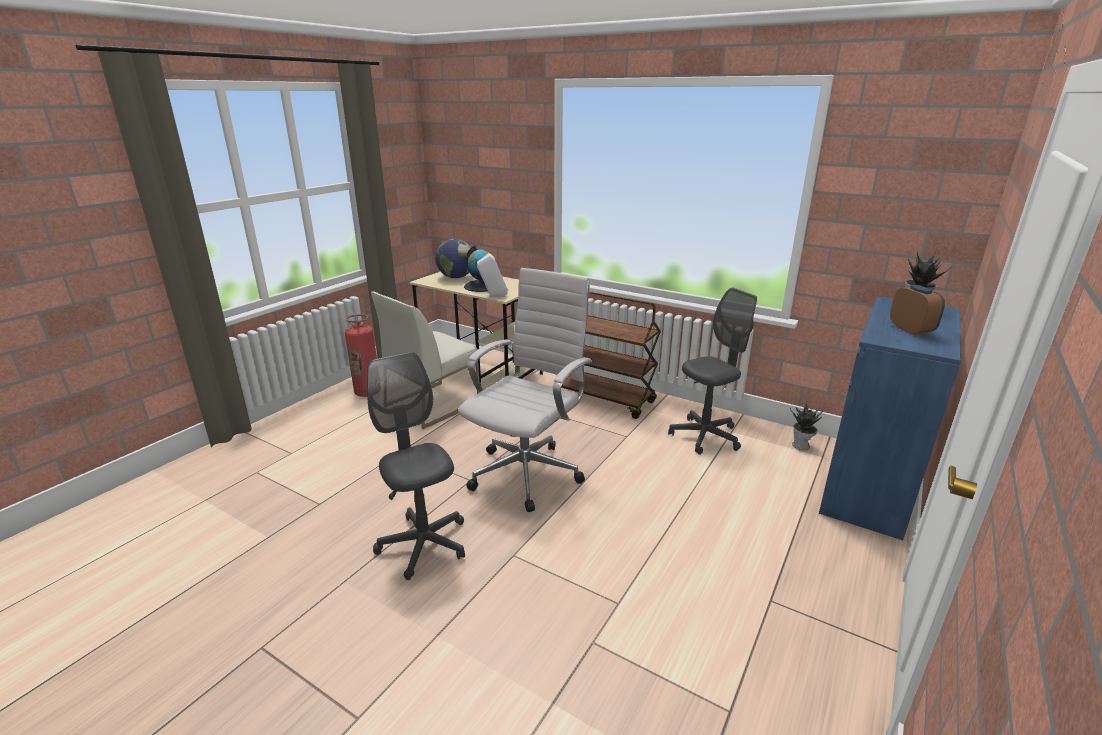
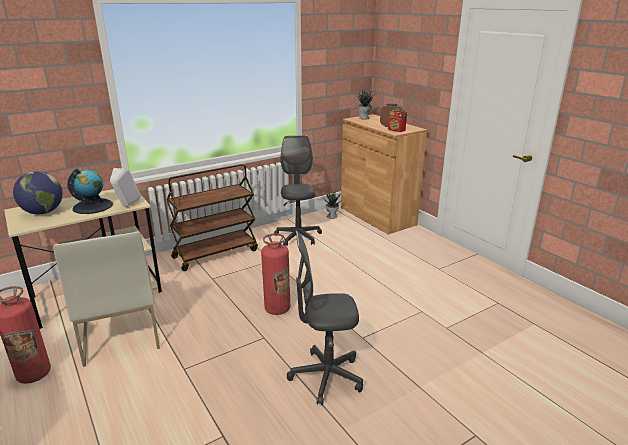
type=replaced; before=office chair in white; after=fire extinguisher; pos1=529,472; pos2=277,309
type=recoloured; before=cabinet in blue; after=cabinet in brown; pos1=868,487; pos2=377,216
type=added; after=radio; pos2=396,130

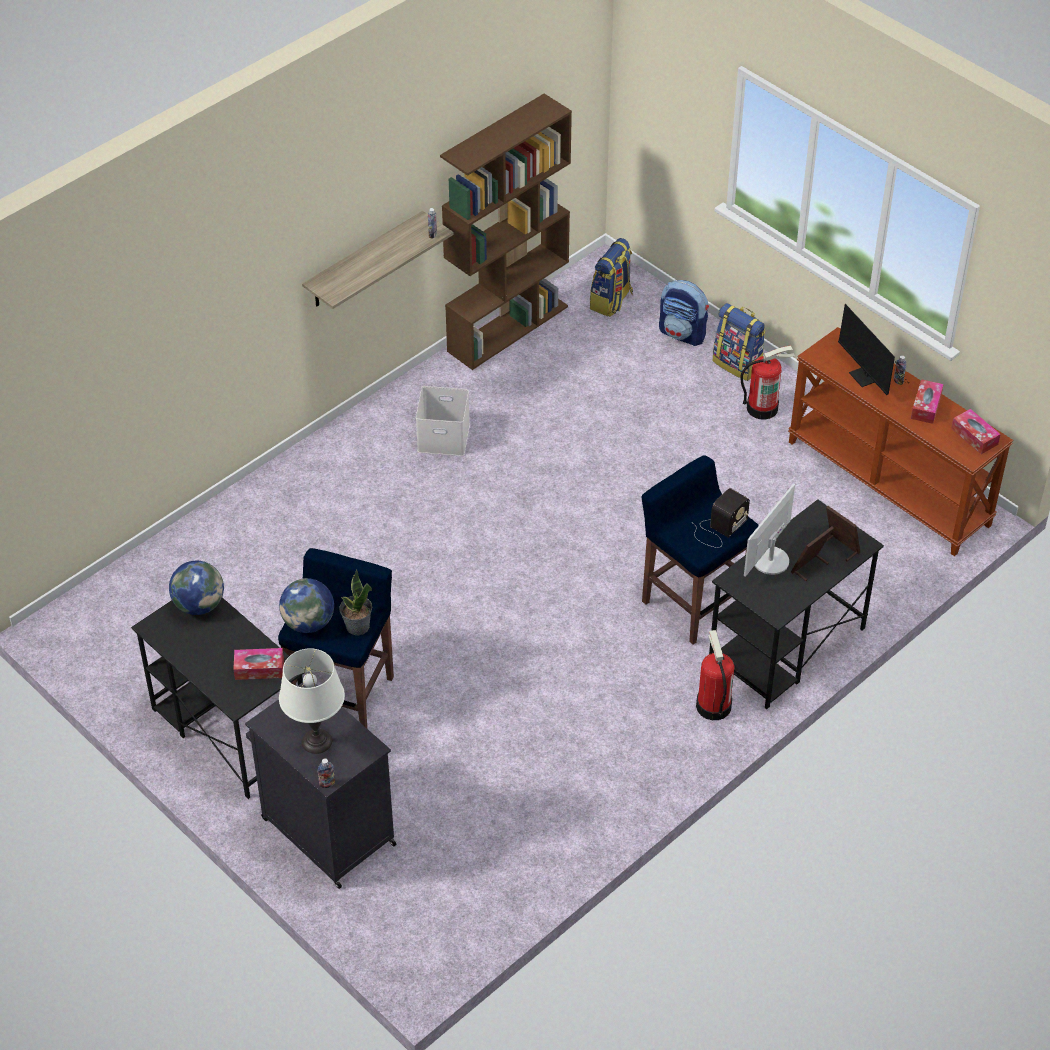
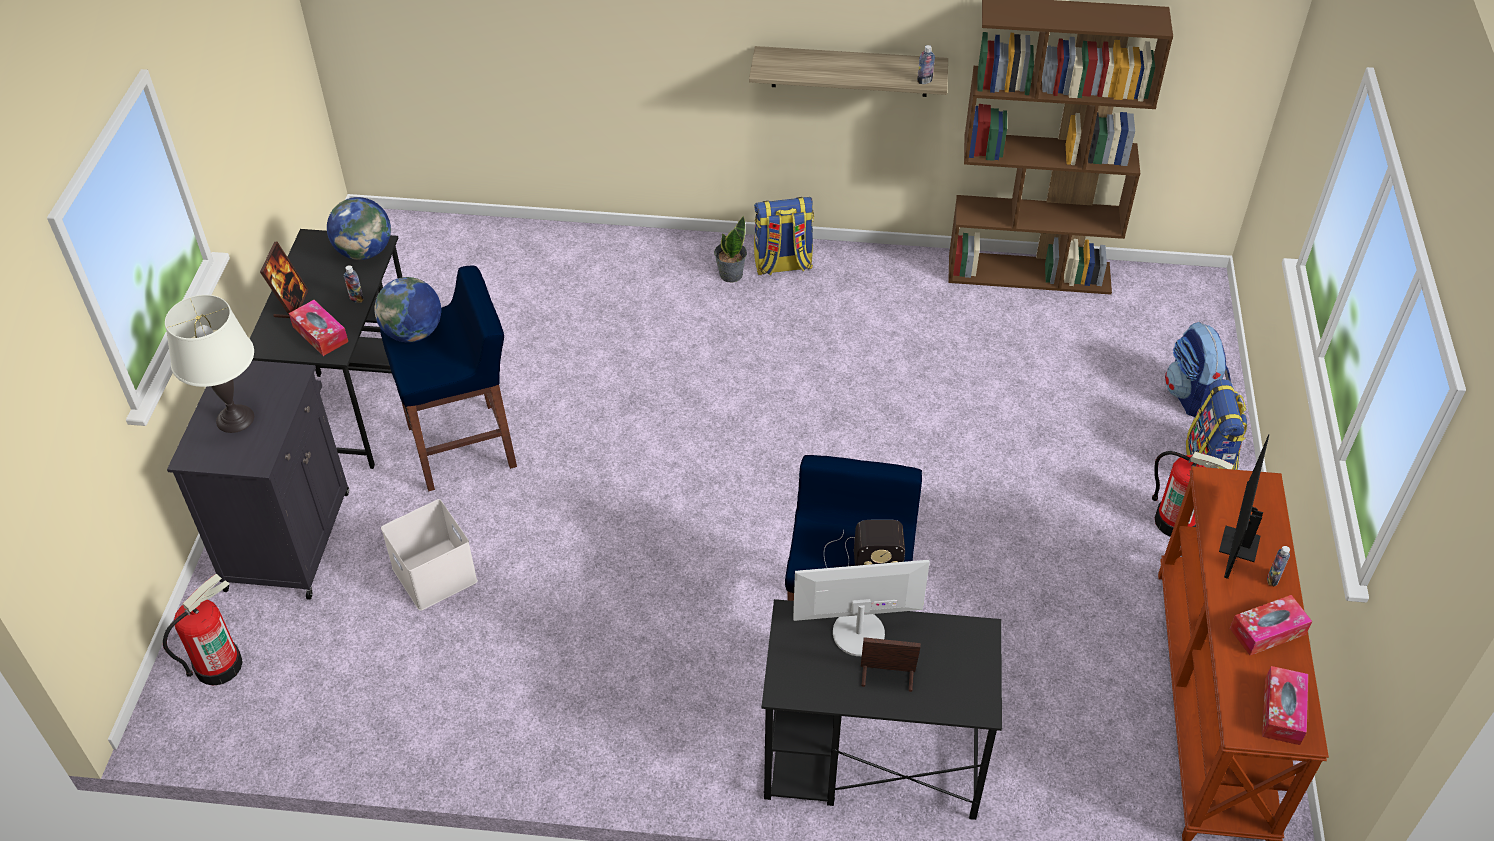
type=moved; before=bottle; pos1=327,784; pos2=356,299
type=moved; before=potted plant; pos1=357,626; pos2=730,274
type=moved; before=storage box in white; pos1=442,438; pos2=432,574
type=moved; before=backpack; pos1=611,301; pos2=782,265
type=moved; before=fire extinguisher; pos1=713,706; pos2=218,664
type=moved; before=picture frame; pos1=840,548; pos2=291,304

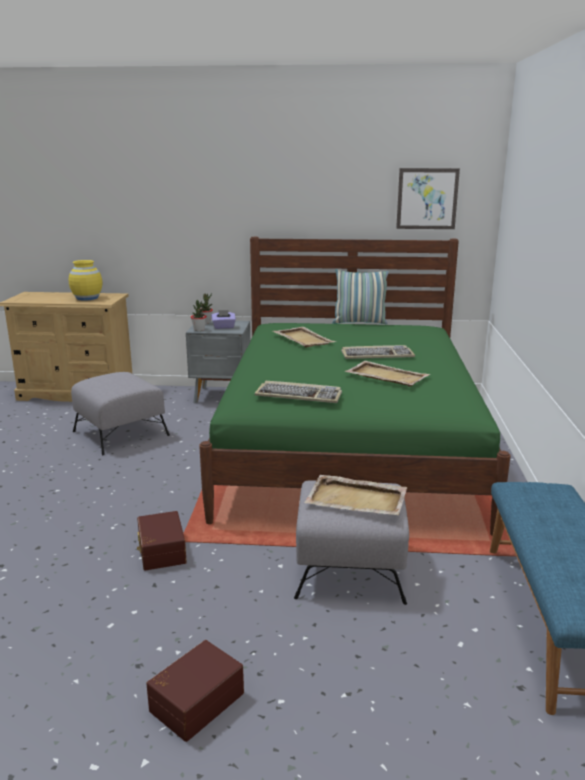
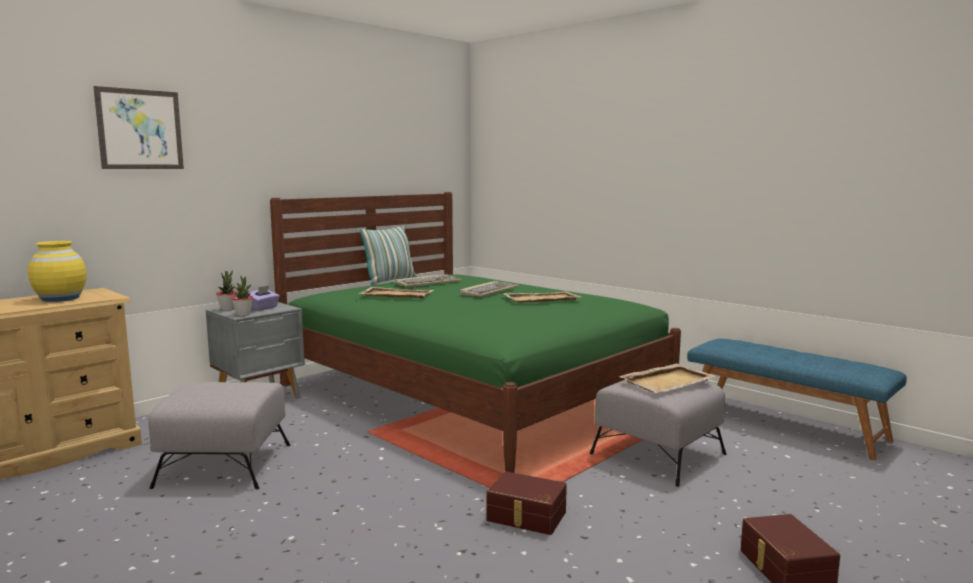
type=moved; before=keyboard; pos1=299,395; pos2=428,283
type=moved; before=picture; pos1=427,199; pos2=140,129

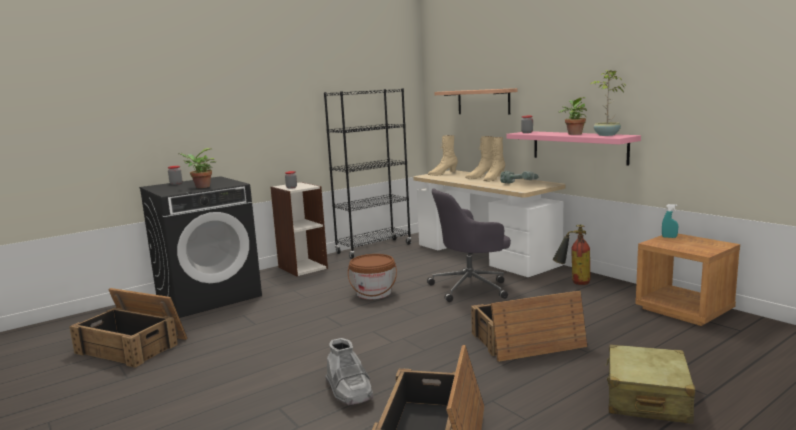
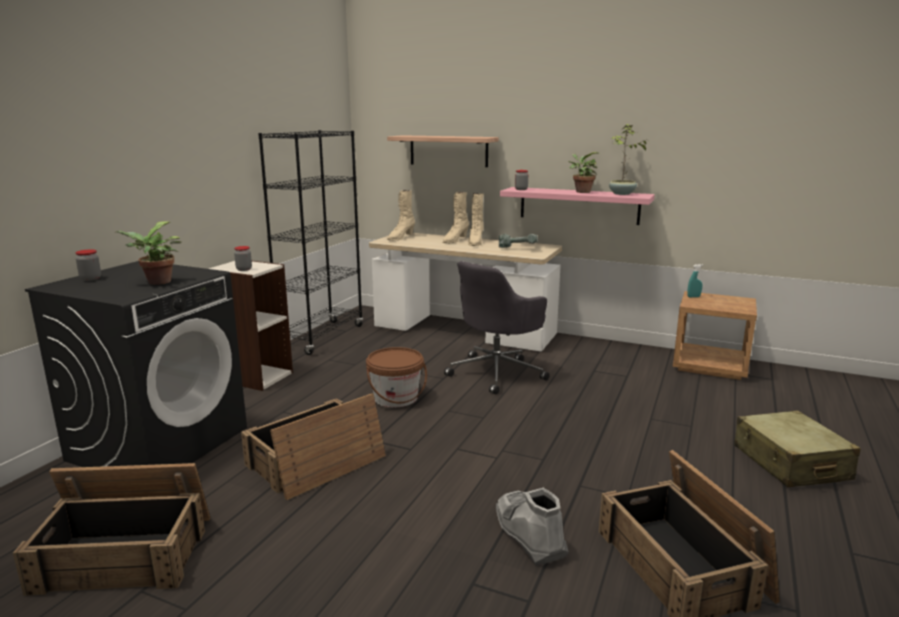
type=turned; before=boot in grey; pos1=349,391; pos2=528,535; turn=-150
type=moved; before=crate; pos1=526,341; pos2=315,462
type=removed; before=fire extinguisher; pos1=573,282

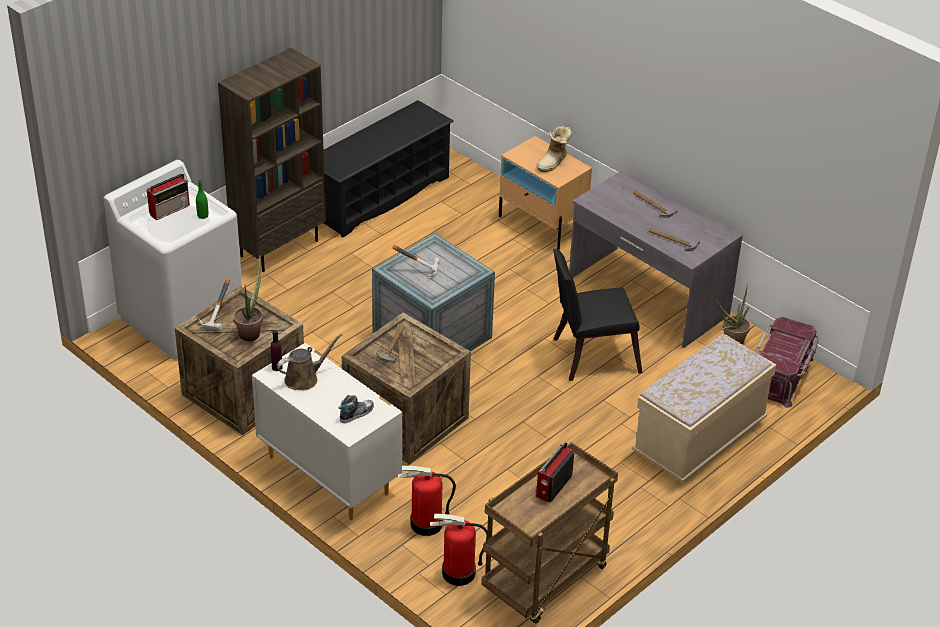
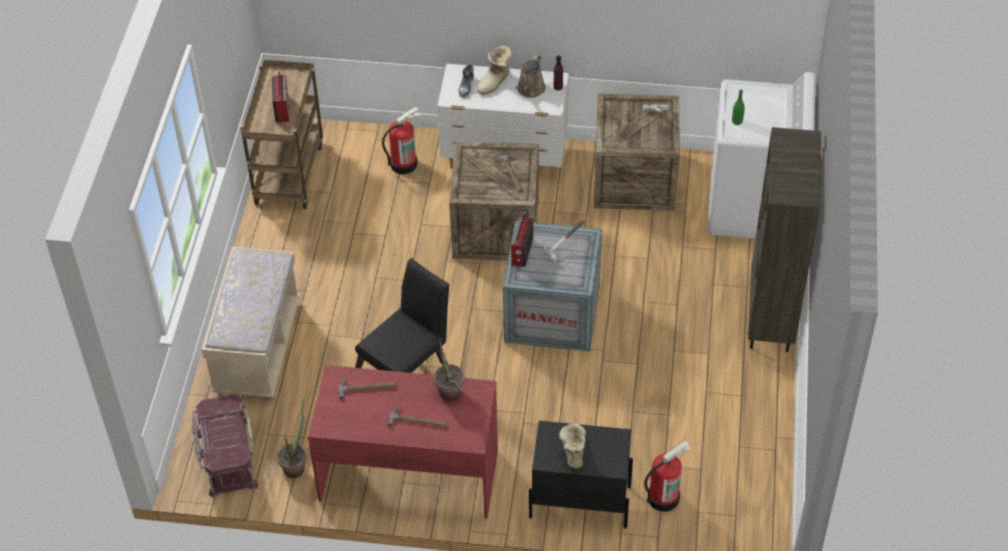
type=moved; before=radio; pos1=170,209; pos2=521,252
type=moved; before=potted plant; pos1=251,331; pos2=451,396
type=removed; before=shoe rack in black; pos1=380,196
type=moved; before=fire extinguisher; pos1=458,573; pos2=663,497
type=recoloured; before=nightstand in beige; after=nightstand in black; pos1=542,225; pos2=579,501
type=recoloured; before=desk in grey; after=desk in red; pos1=647,297; pos2=409,474
type=added; after=boot; pos2=495,82

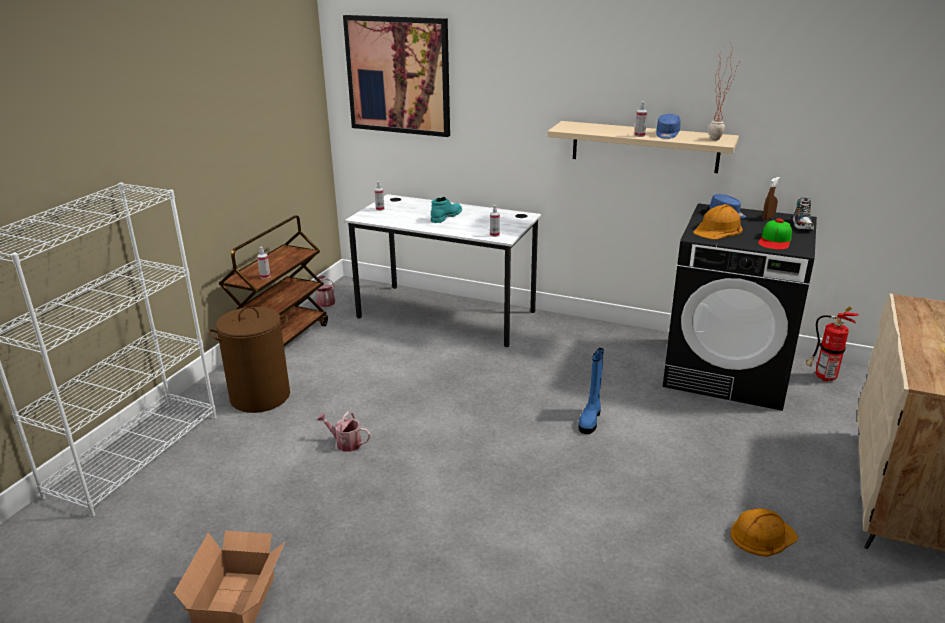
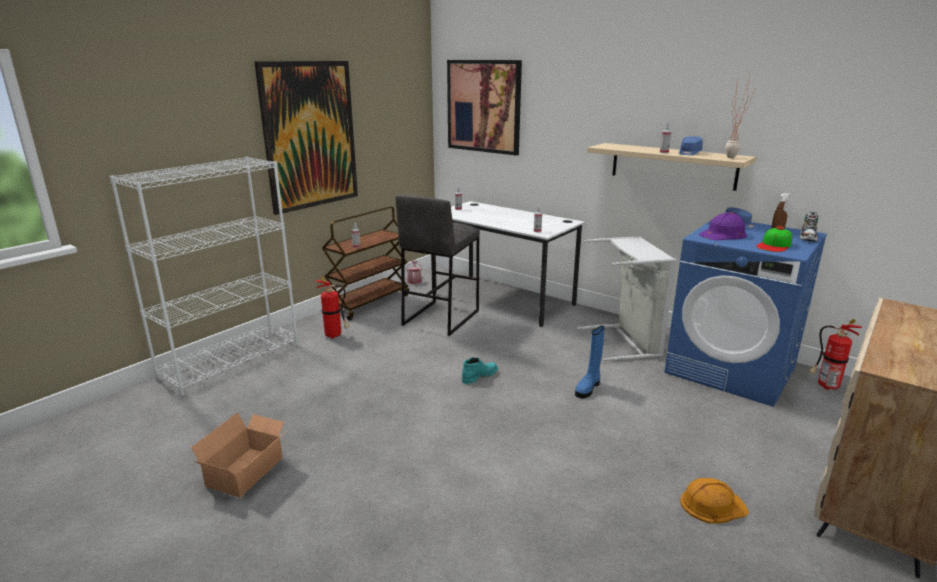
type=replaced; before=laundry basket in brown; after=fire extinguisher; pos1=260,397; pos2=335,336
type=removed; before=watering can; pos1=345,443
type=moved; before=boot in turquoise; pos1=446,217; pos2=479,376
type=recoloured; before=washing machine in black; after=washing machine in blue; pos1=728,372; pos2=731,369
type=recoloured; before=hard hat in orange; after=hard hat in purple; pos1=718,230; pos2=723,234
type=added; after=picture; pos2=310,136
type=added; after=stool in grey; pos2=440,318
type=added; after=laundry basket in grey; pos2=626,342

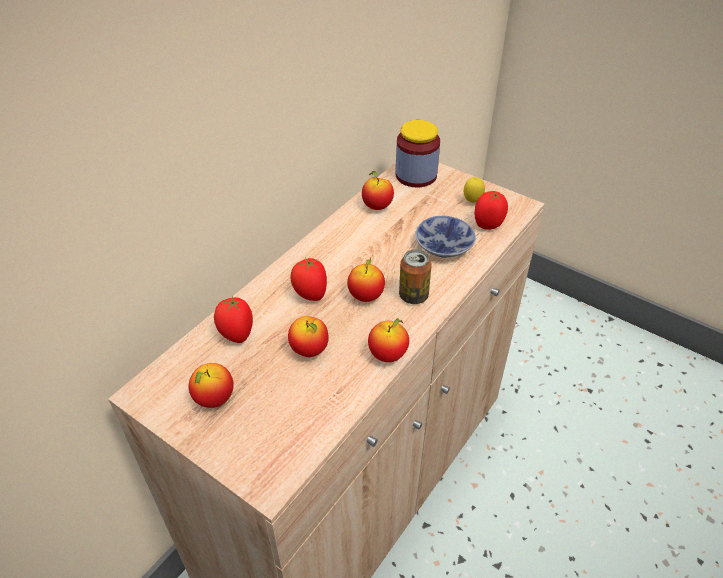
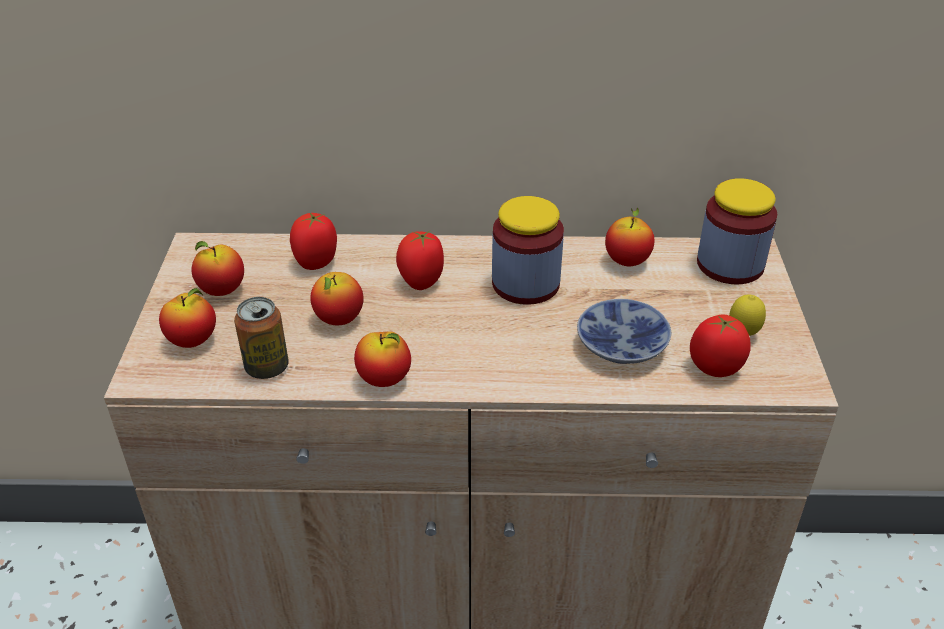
type=moved; before=apple; pos1=366,296; pos2=193,341
type=moved; before=can; pos1=413,296; pos2=267,367
type=added; after=jar; pos2=525,284

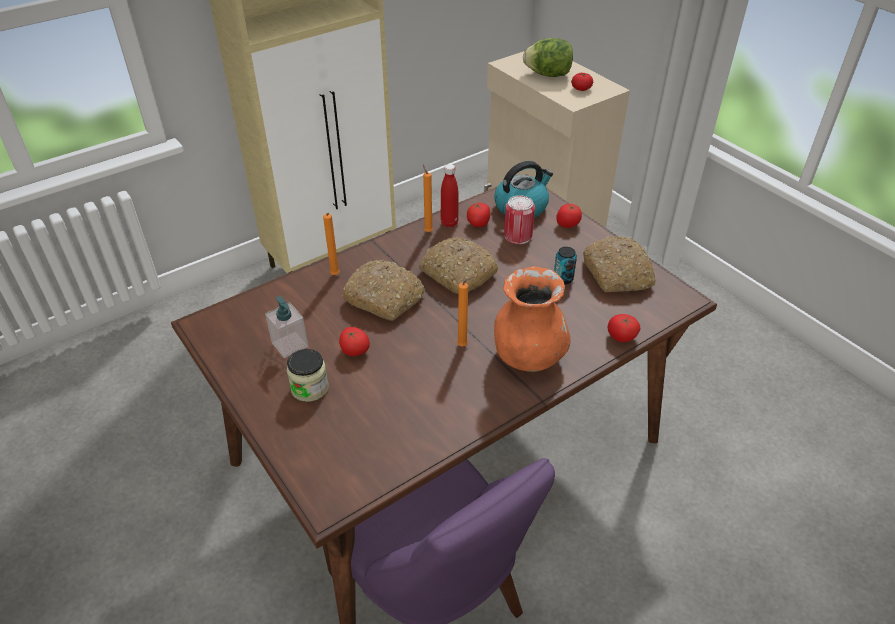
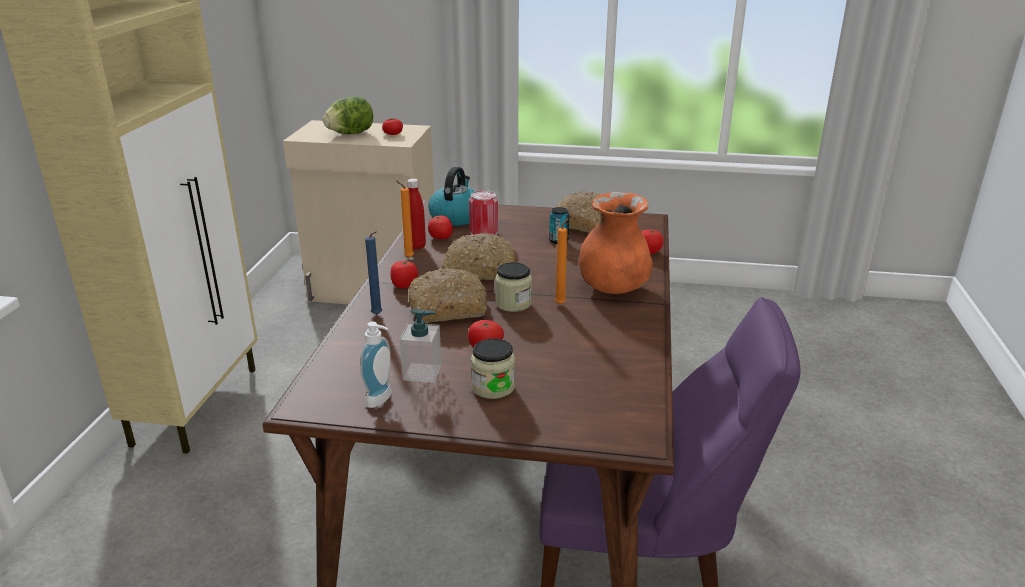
type=recoloured; before=candle in orange; after=candle in blue; pos1=335,276; pos2=378,315
type=moved; before=tomato; pos1=567,224; pos2=404,285
type=added; after=soap dispenser; pos2=382,399
type=added; after=jar; pos2=513,303

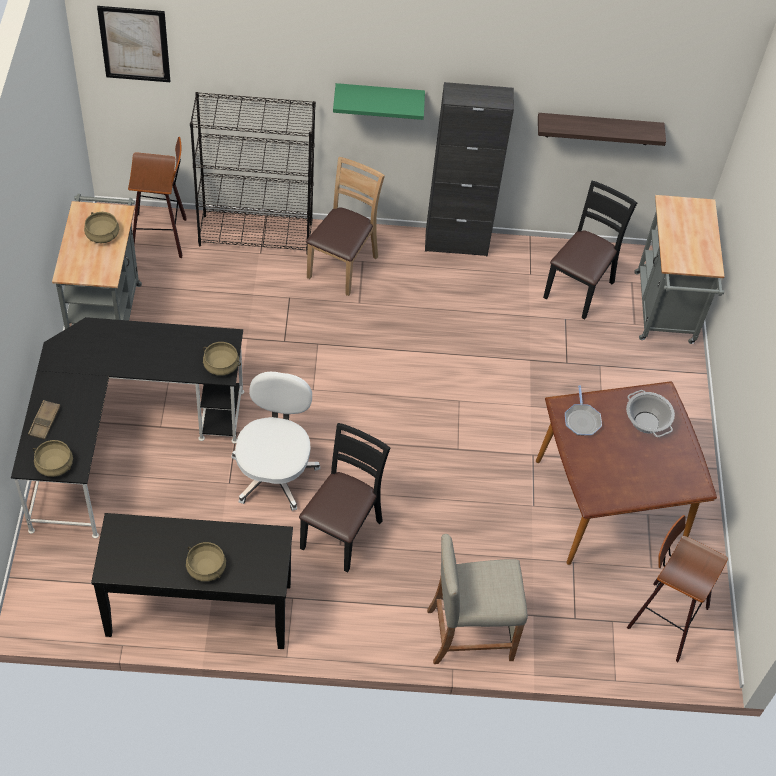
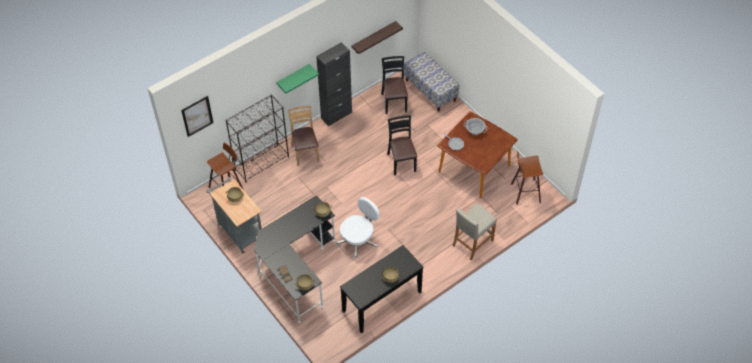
type=turned; before=office chair in white; pos1=274,472; pos2=358,240; turn=75
type=moved; before=chair in black; pos1=341,533; pos2=401,162
type=replaced; before=cart in grey; after=bench; pos1=665,313; pos2=430,90

